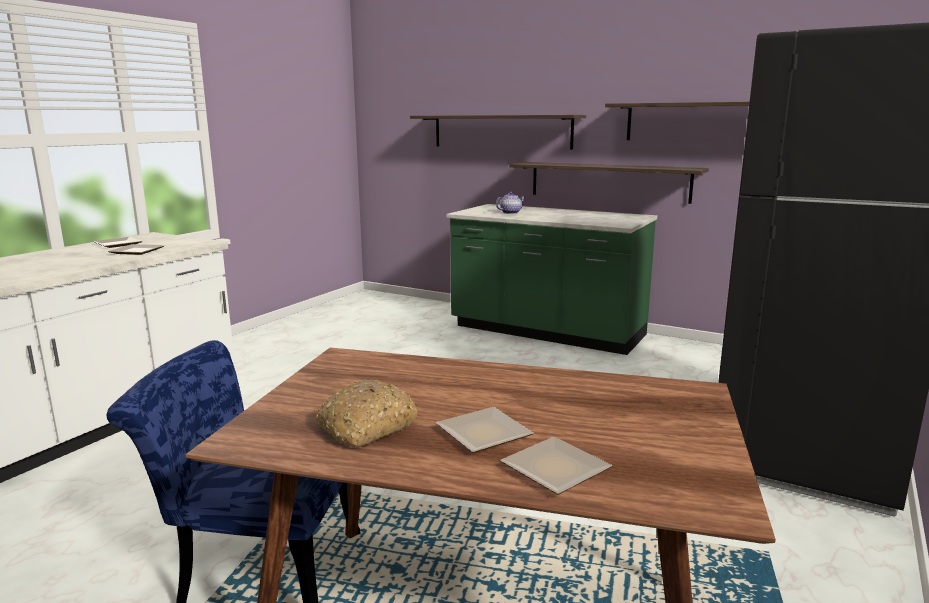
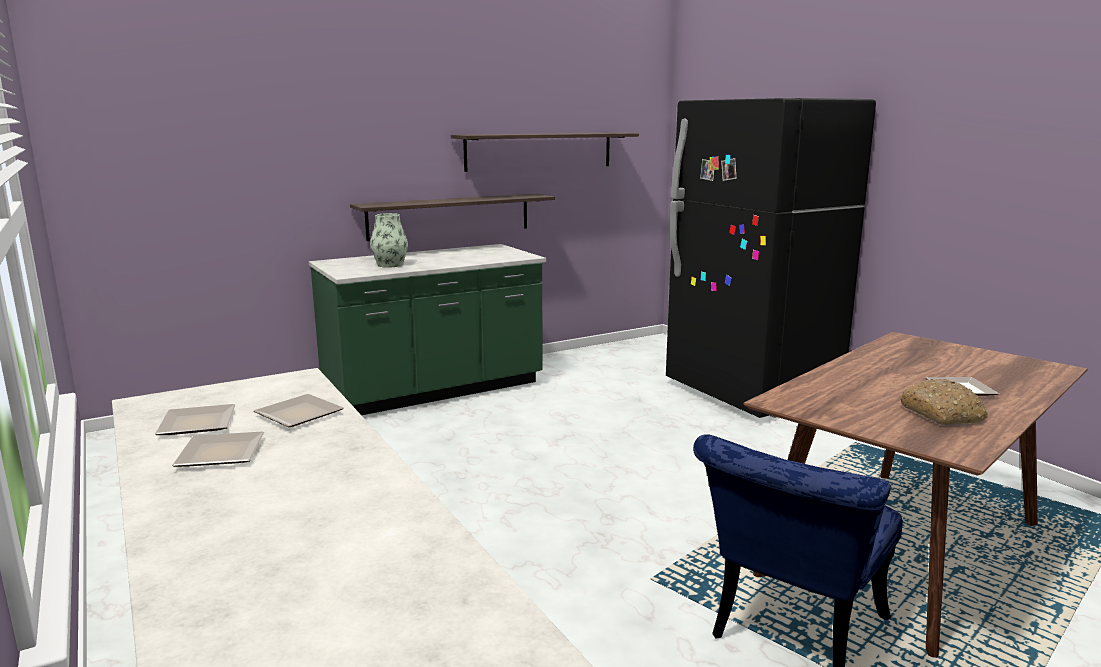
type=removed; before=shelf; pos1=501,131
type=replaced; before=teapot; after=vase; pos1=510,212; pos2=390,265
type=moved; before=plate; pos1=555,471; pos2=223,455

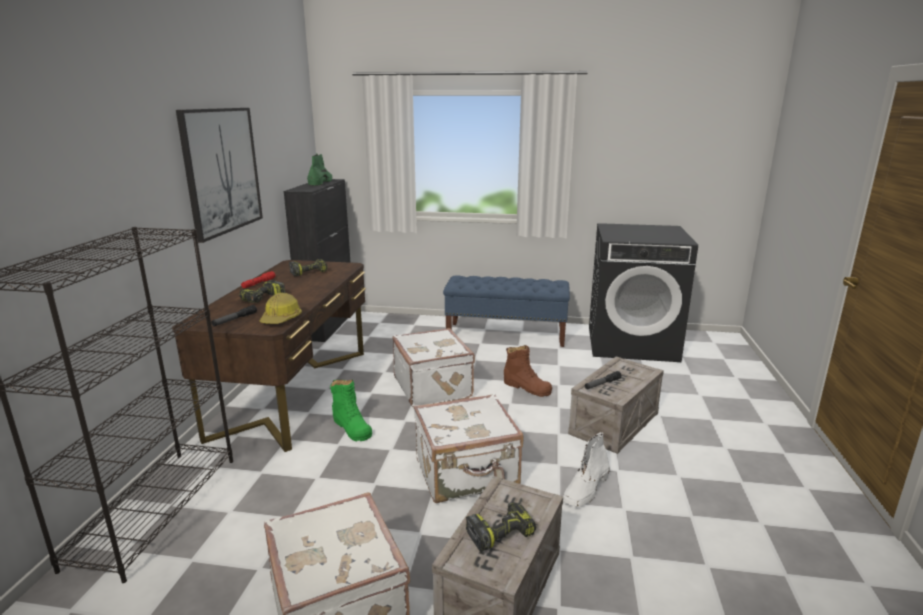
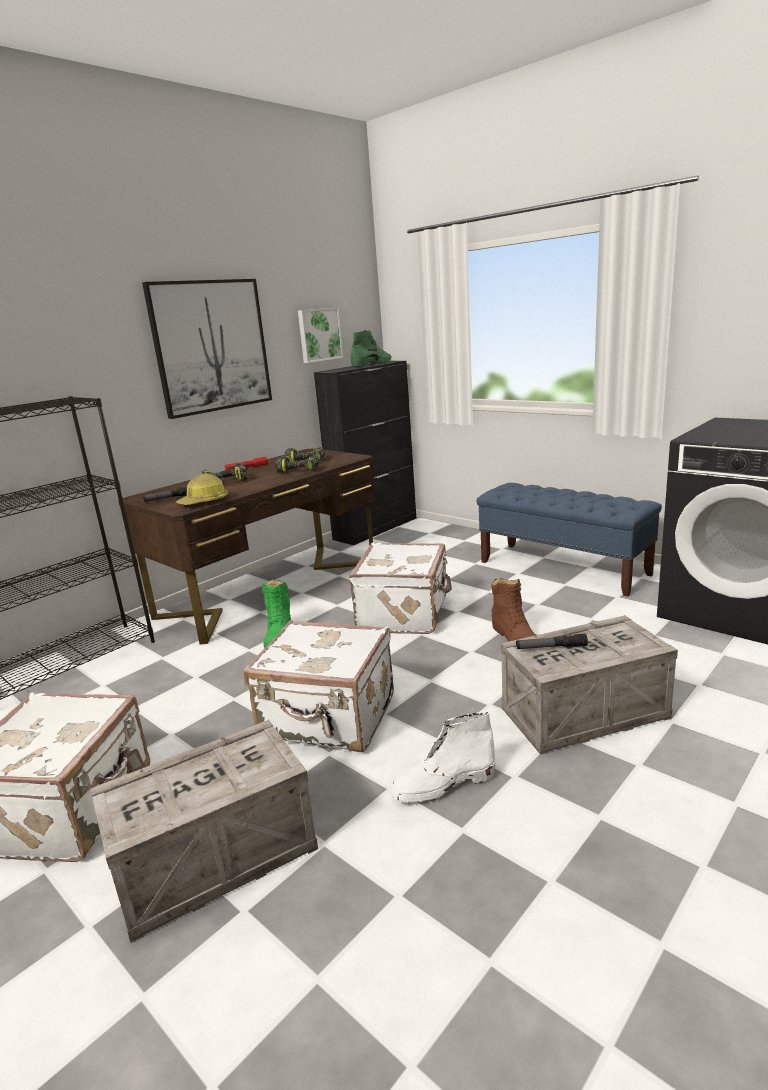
type=moved; before=power drill; pos1=500,532; pos2=299,470
type=added; after=picture; pos2=319,335

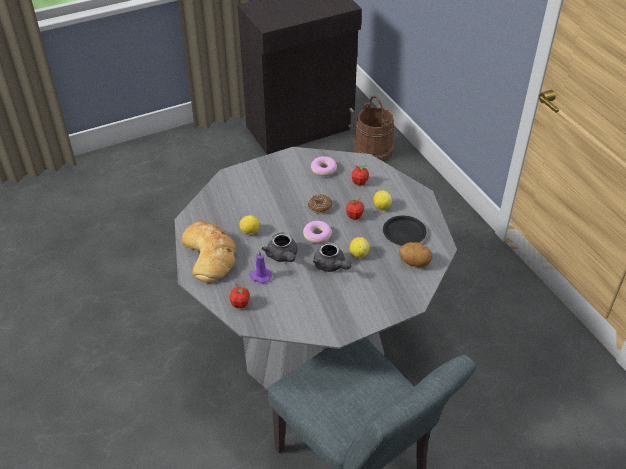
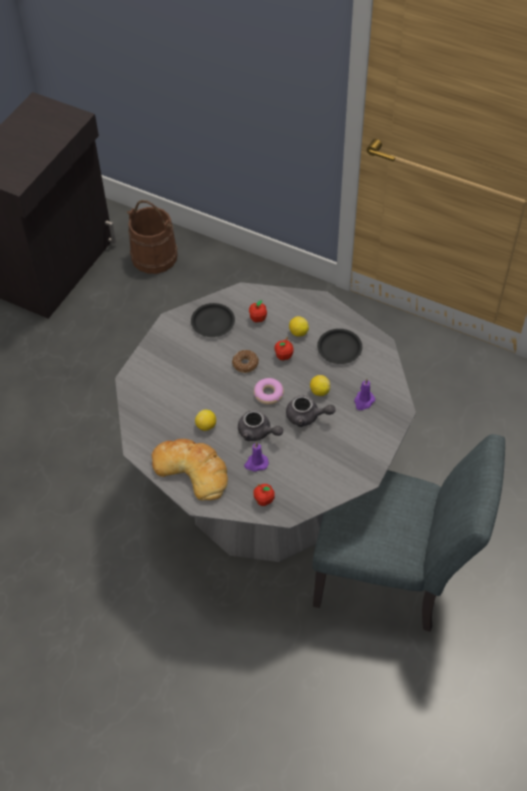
type=replaced; before=donut; after=plate in black; pos1=323,169; pos2=213,322
type=removed; before=potato; pos1=414,262
type=added; after=candle in purple; pos2=363,401

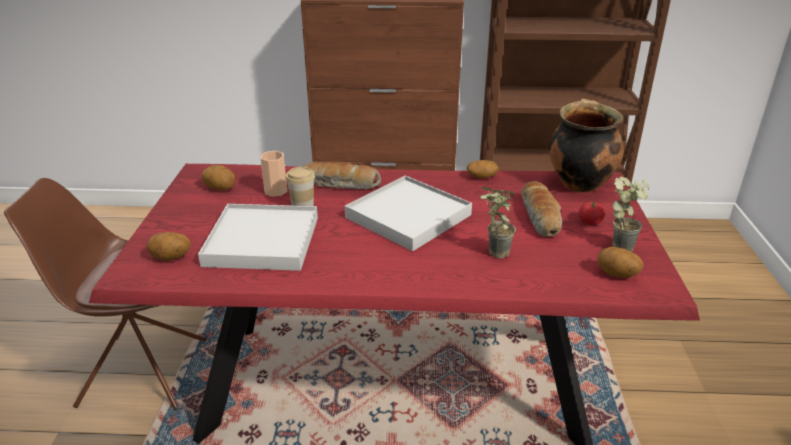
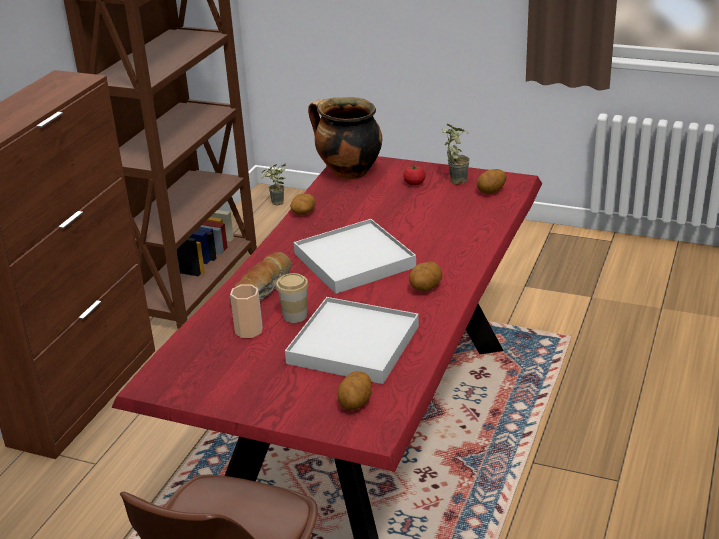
type=moved; before=potato; pos1=220,188; pos2=425,288
type=moved; before=potted plant; pos1=492,252; pos2=275,204
type=removed; before=bread; pos1=541,217

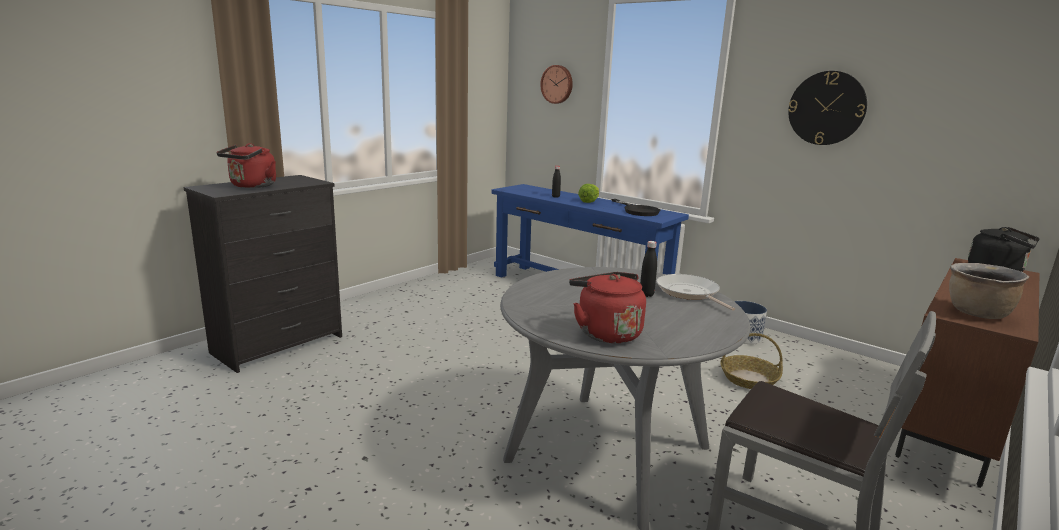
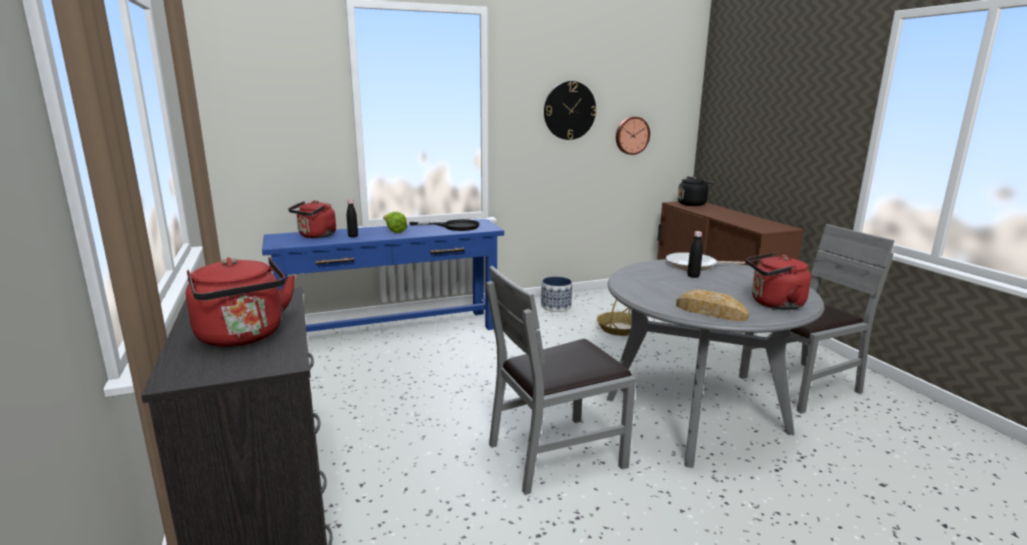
type=moved; before=wall clock; pos1=557,84; pos2=631,135
type=removed; before=cooking pot in brown; pos1=977,314
type=added; after=kettle in red; pos2=316,236
type=added; after=chair in grey; pos2=556,454
type=added; after=bread; pos2=710,312

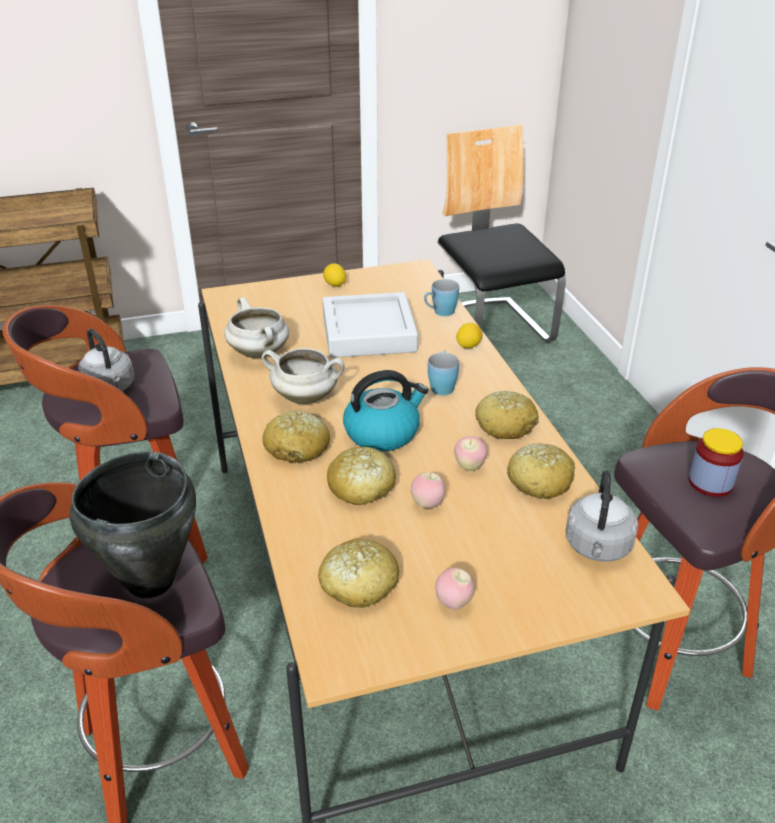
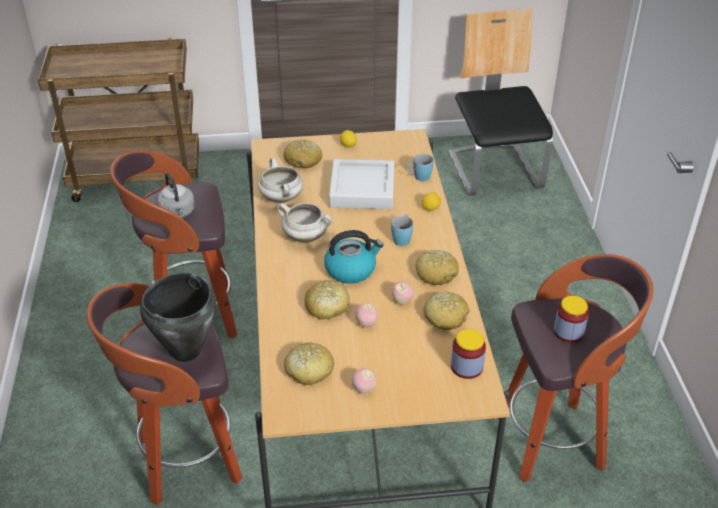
type=moved; before=bread; pos1=297,447; pos2=303,160
type=replaced; before=kettle in grey; after=jar; pos1=597,548; pos2=466,367

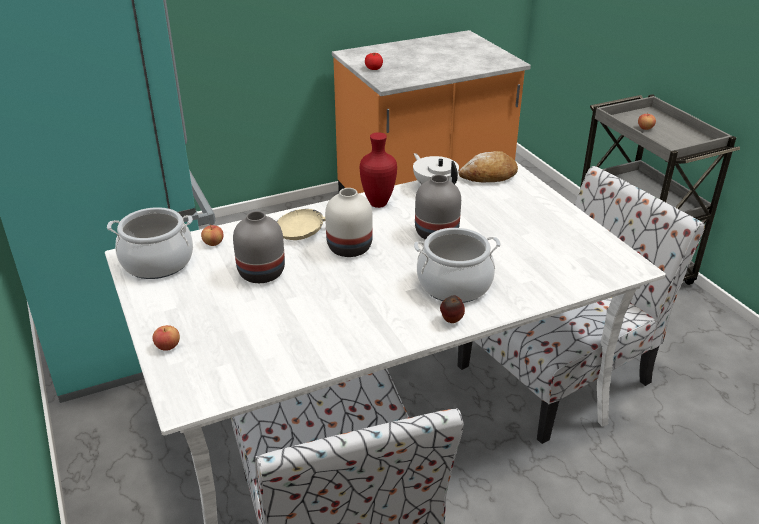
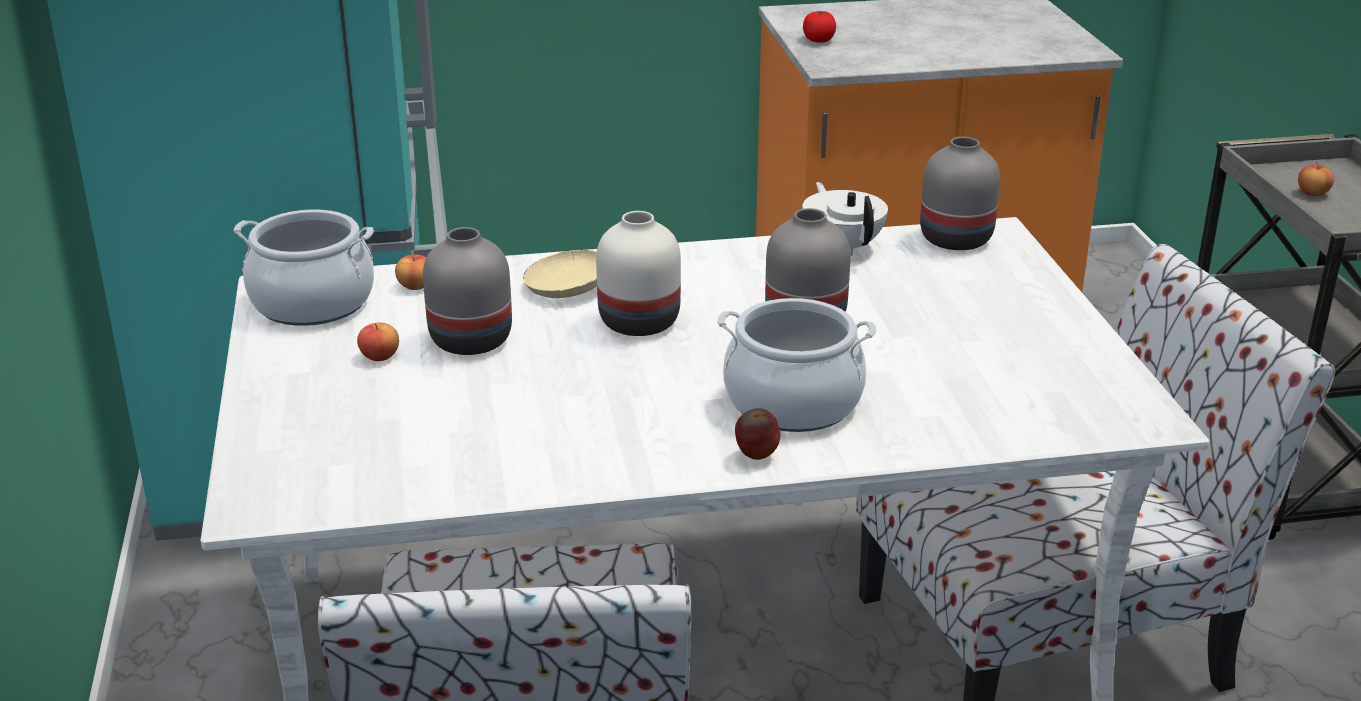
type=moved; before=apple; pos1=168,346; pos2=380,357
type=removed; before=vase in red; pos1=377,204
type=replaced; before=bread; after=vase in grey; pos1=489,176; pos2=954,240

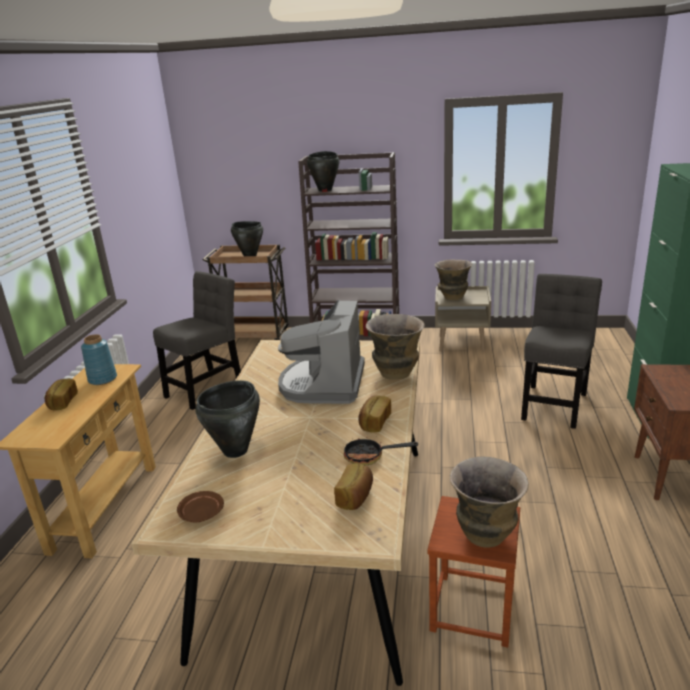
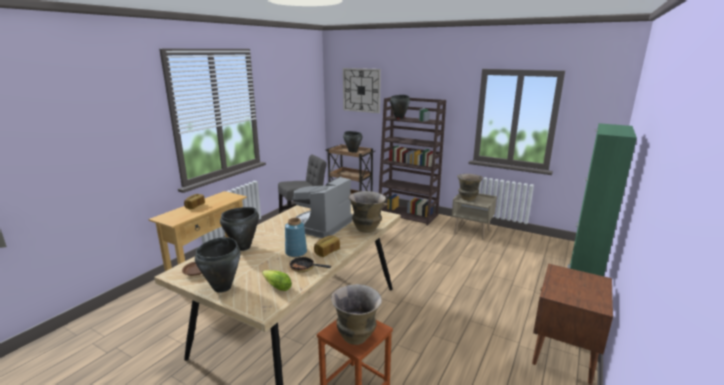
type=moved; before=vase in blue; pos1=102,379; pos2=296,252
type=replaced; before=bread; after=lettuce; pos1=356,497; pos2=276,286
type=removed; before=chair in grey; pos1=554,404
type=added; after=cooking pot in black; pos2=223,287
type=added; after=wall clock; pos2=361,90

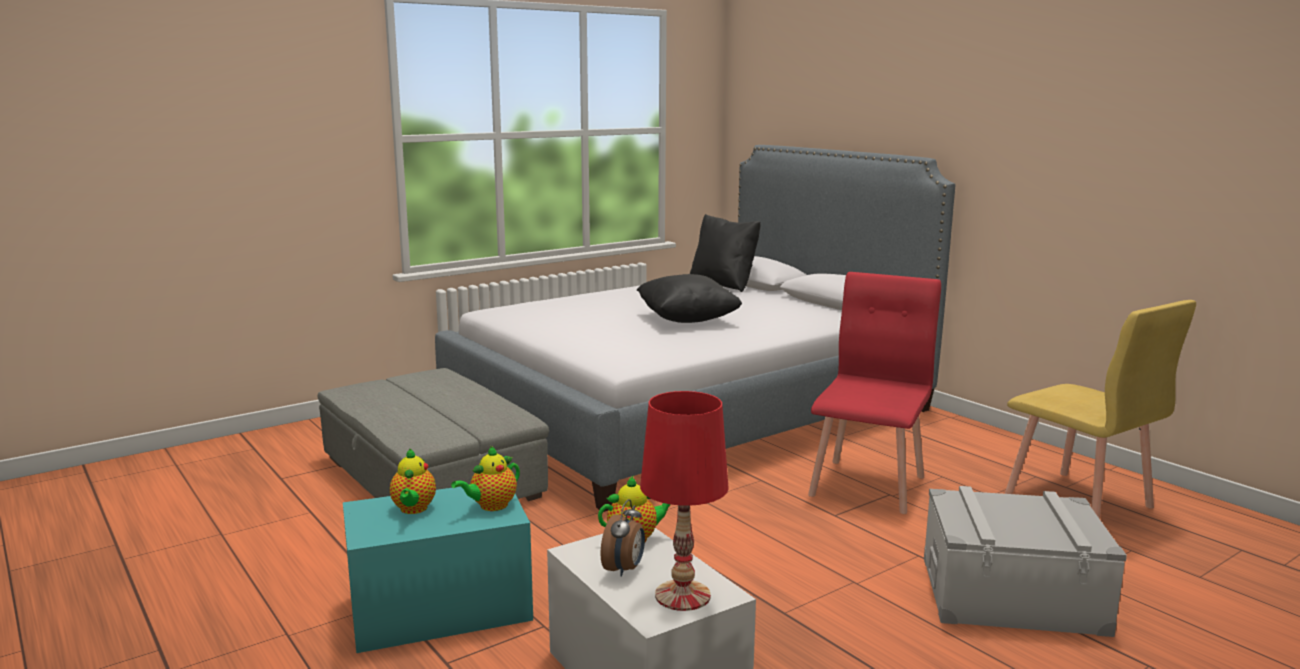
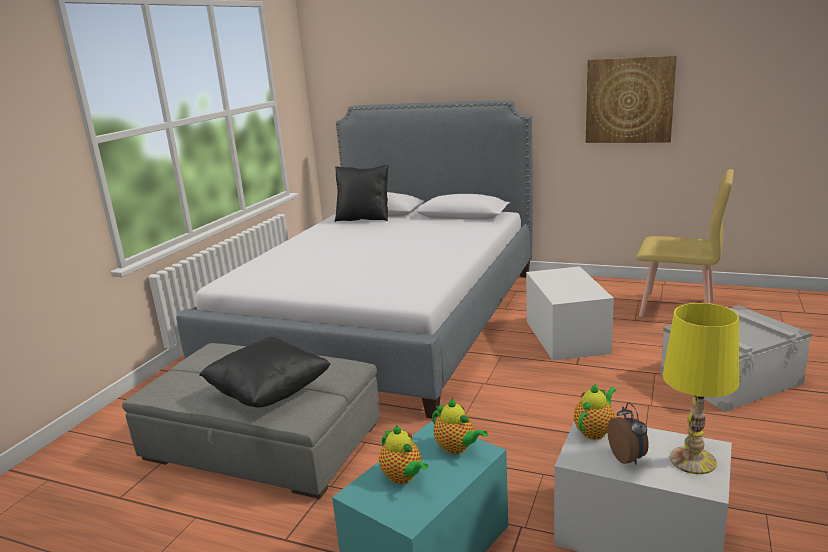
type=turned; before=teapot; pos1=491,506; pos2=457,448; turn=-60
type=moved; before=pillow in black; pos1=687,320; pos2=269,393
type=recoloured; before=table lamp in red; after=table lamp in yellow; pos1=682,596; pos2=693,461
type=replaced; before=chair in red; after=storage box in white; pos1=868,485; pos2=566,336
type=added; after=picture; pos2=629,100

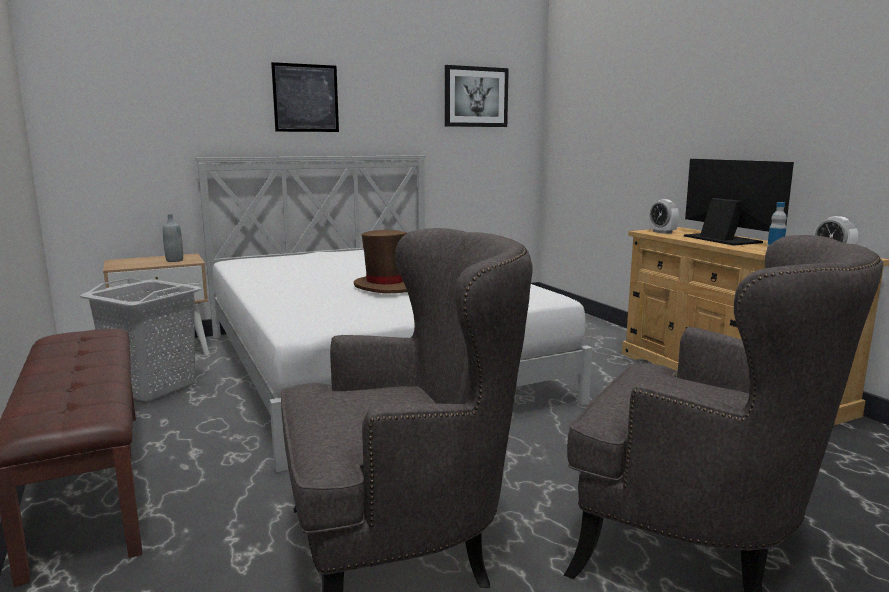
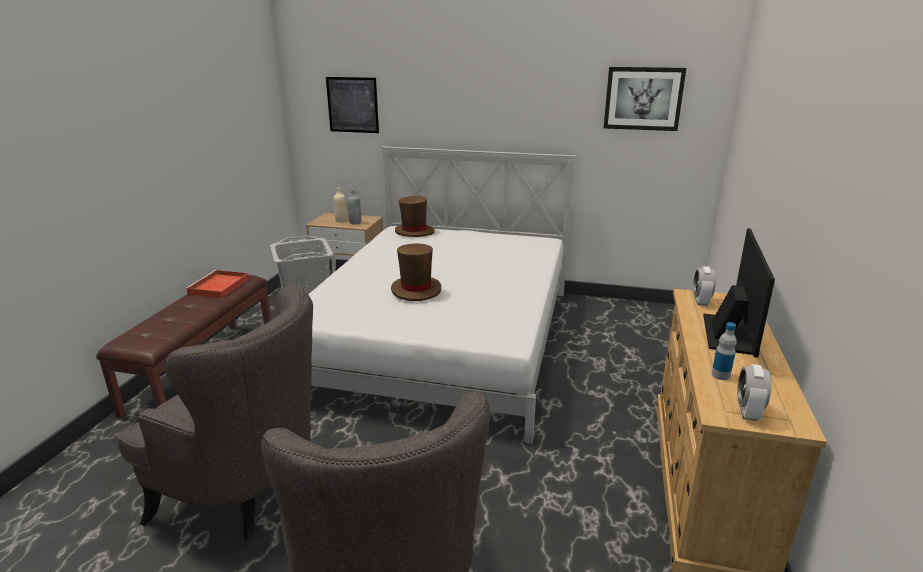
type=moved; before=picture; pos1=305,98; pos2=352,105
type=added; after=tray in red; pos2=218,287
type=added; after=bottle in beige; pos2=341,220
type=added; after=hat in brown; pos2=414,232

